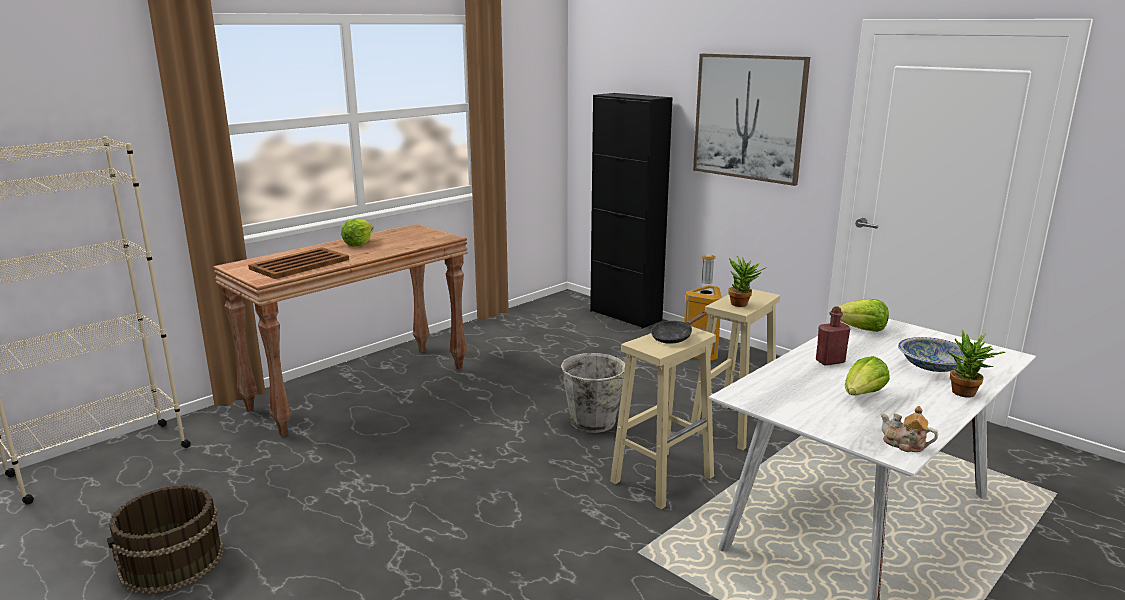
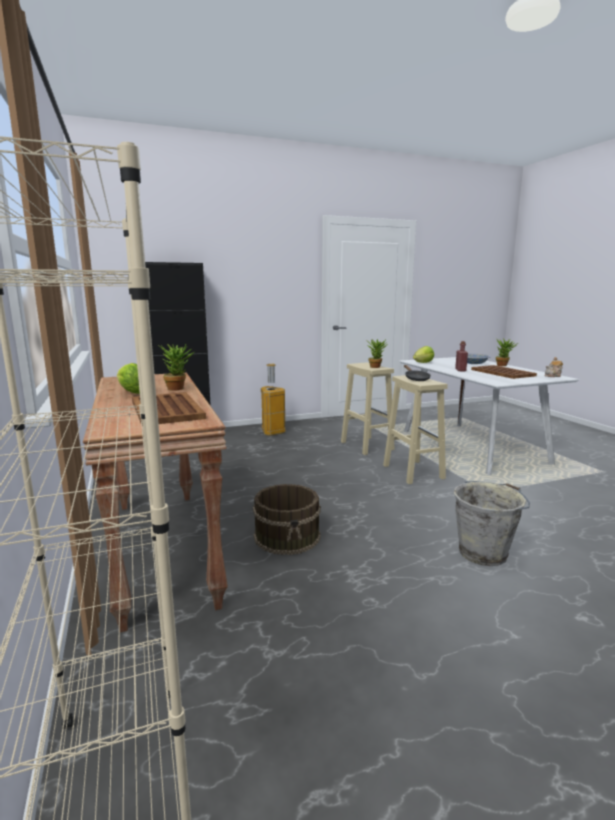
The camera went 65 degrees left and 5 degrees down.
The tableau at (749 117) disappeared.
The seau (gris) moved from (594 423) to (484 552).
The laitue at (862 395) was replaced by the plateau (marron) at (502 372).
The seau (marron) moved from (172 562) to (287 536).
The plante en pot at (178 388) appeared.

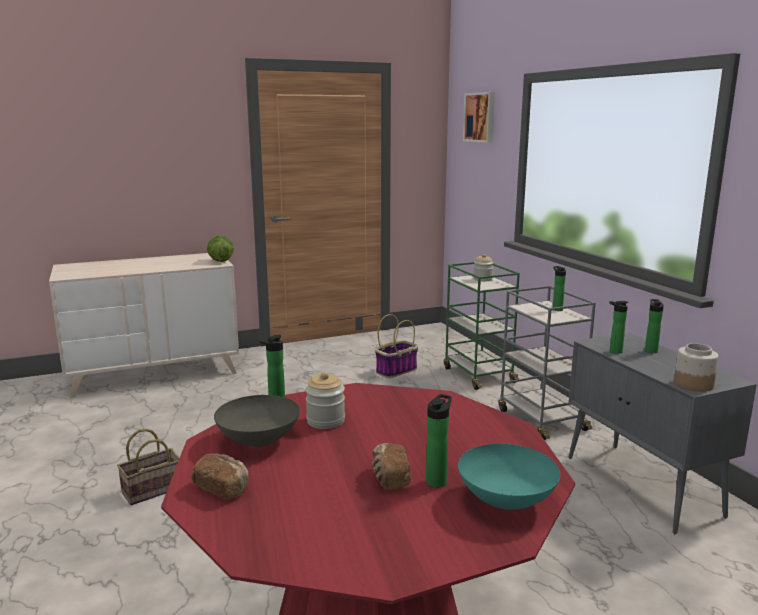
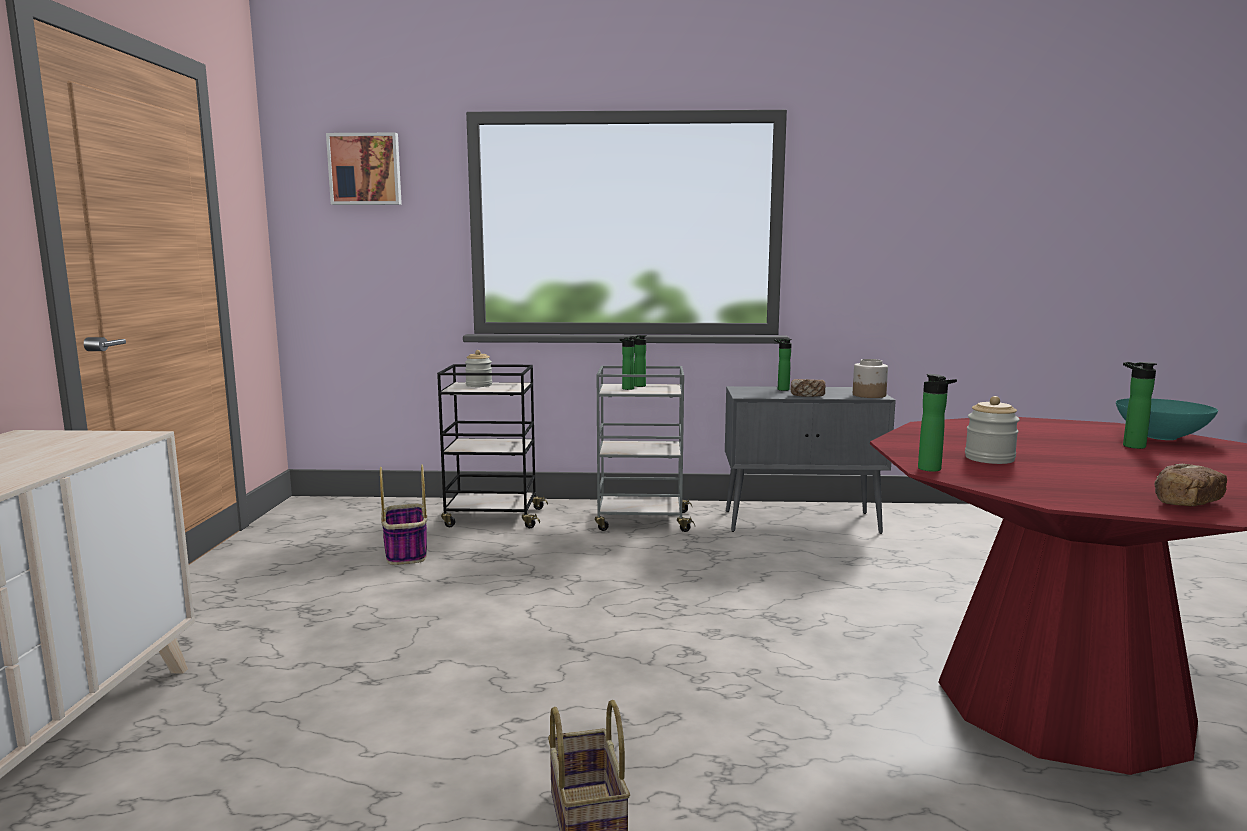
The camera went 65 degrees left and 5 degrees down.
The laitue at (220 261) disappeared.
The chariot (vert) at (478 375) became the chariot (noir) at (492 517).
The bouteille moved from (613 351) to (627 389).
The bol (gris) at (258 441) disappeared.
The pain moved from (389 478) to (807 396).

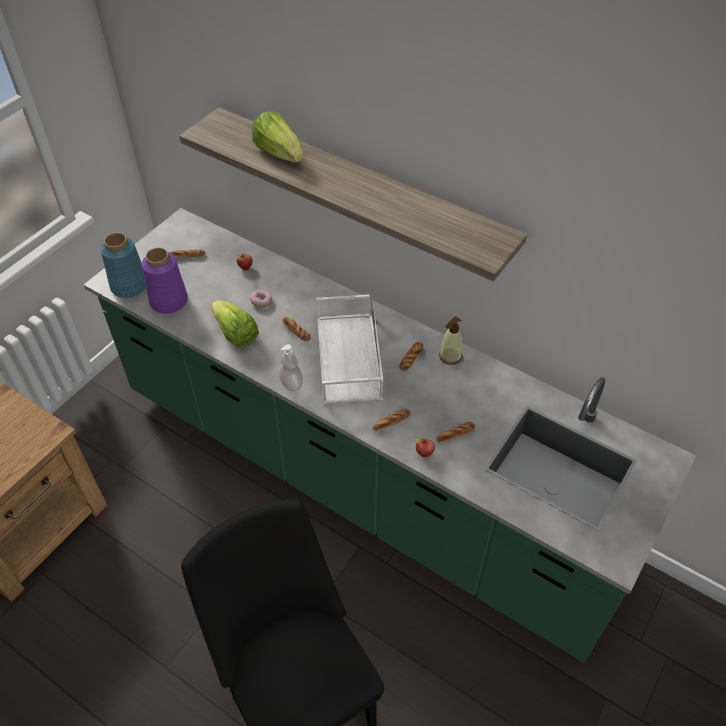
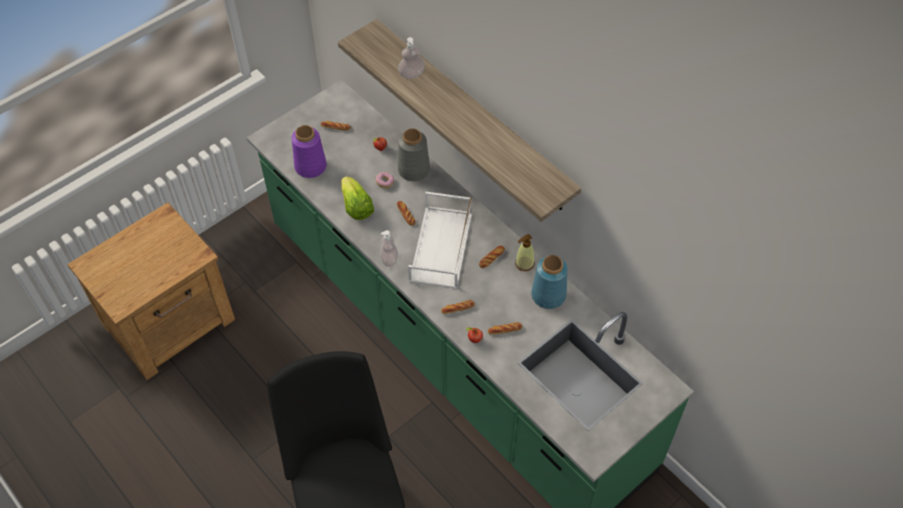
The camera went 15 degrees right and 5 degrees up.
The laitue at (279 153) was replaced by the distributeur de savon at (411 74).
The vase (bleu) moved from (129 285) to (548 294).
The vase (gris) at (413 169) appeared.

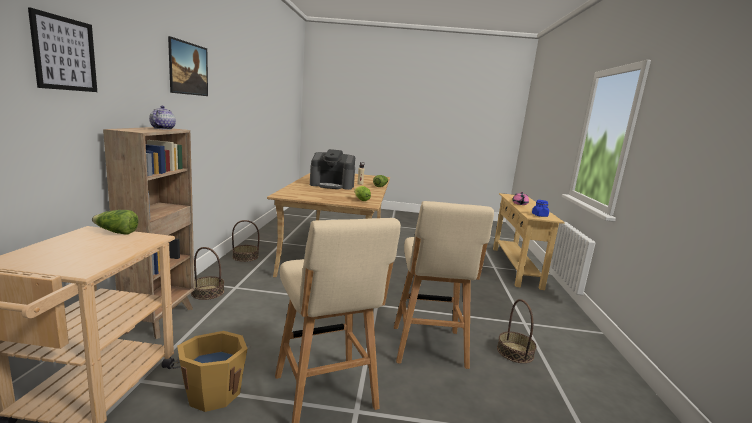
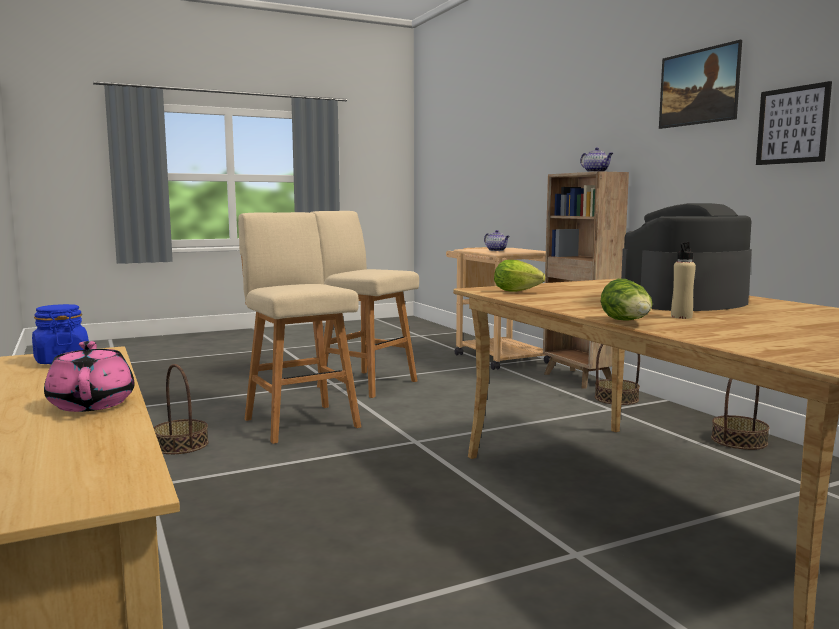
The camera went 150 degrees right and 5 degrees down.
The tableau moved from (65 54) to (792 125).
The laitue at (116 232) disappeared.
The seau (orange) at (213 392) disappeared.
The théière at (497 250) appeared.

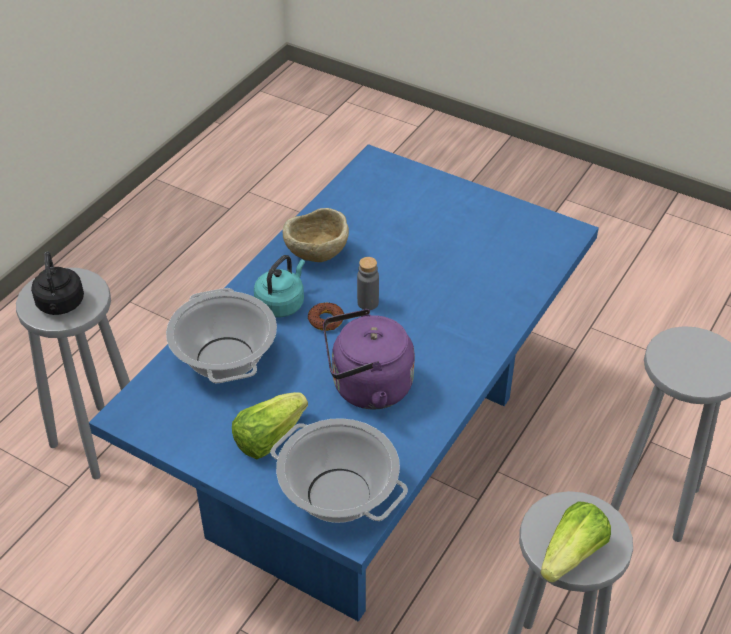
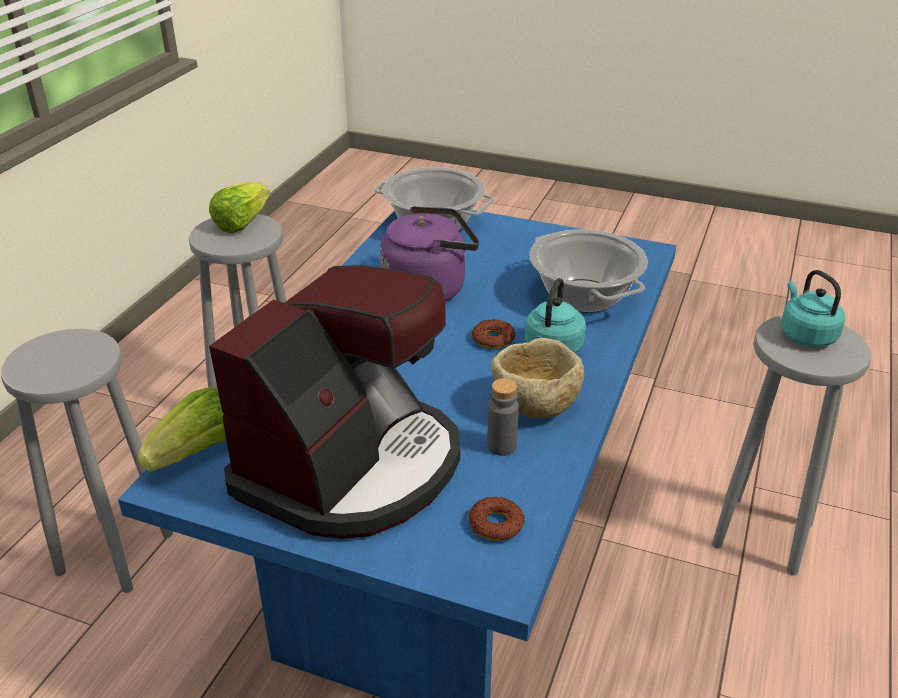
The camera went 170 degrees right and 10 degrees down.
The bouilloire (noir) at (60 305) became the bouilloire (turquoise) at (805 334).
The bouteille (gris) moved from (368 303) to (501 446).
The laitue moved from (269 437) to (196 452).
The machine à café at (352 467) appeared.
The beignet at (496 524) appeared.

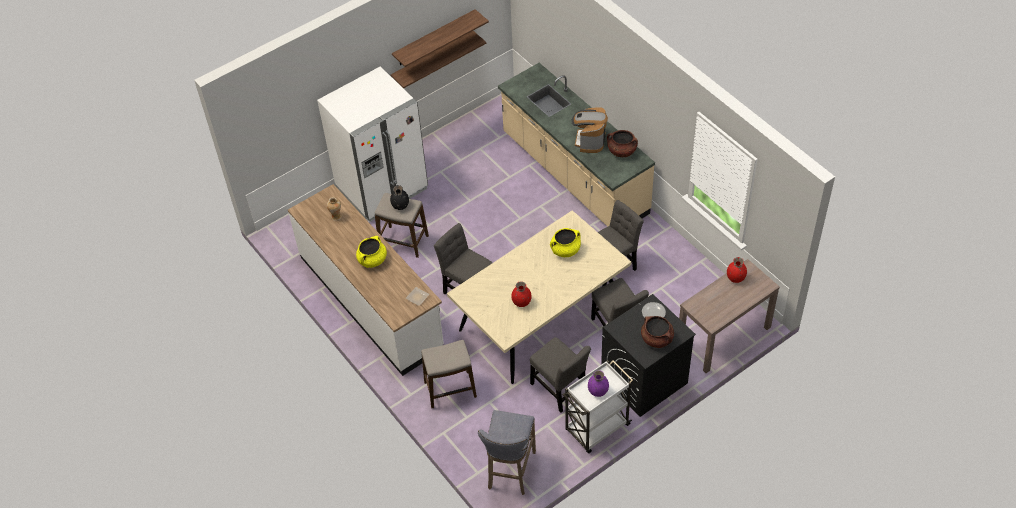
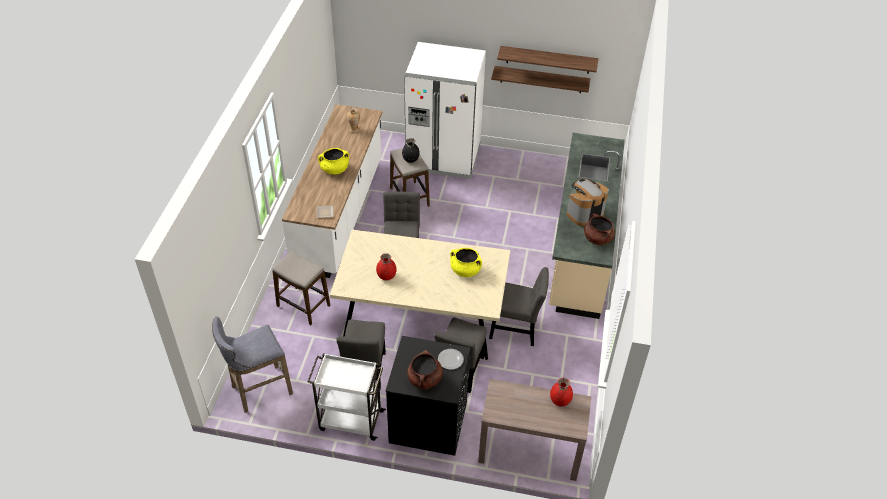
The camera went 45 degrees right and 5 degrees down.
The vase (violet) at (598 391) disappeared.

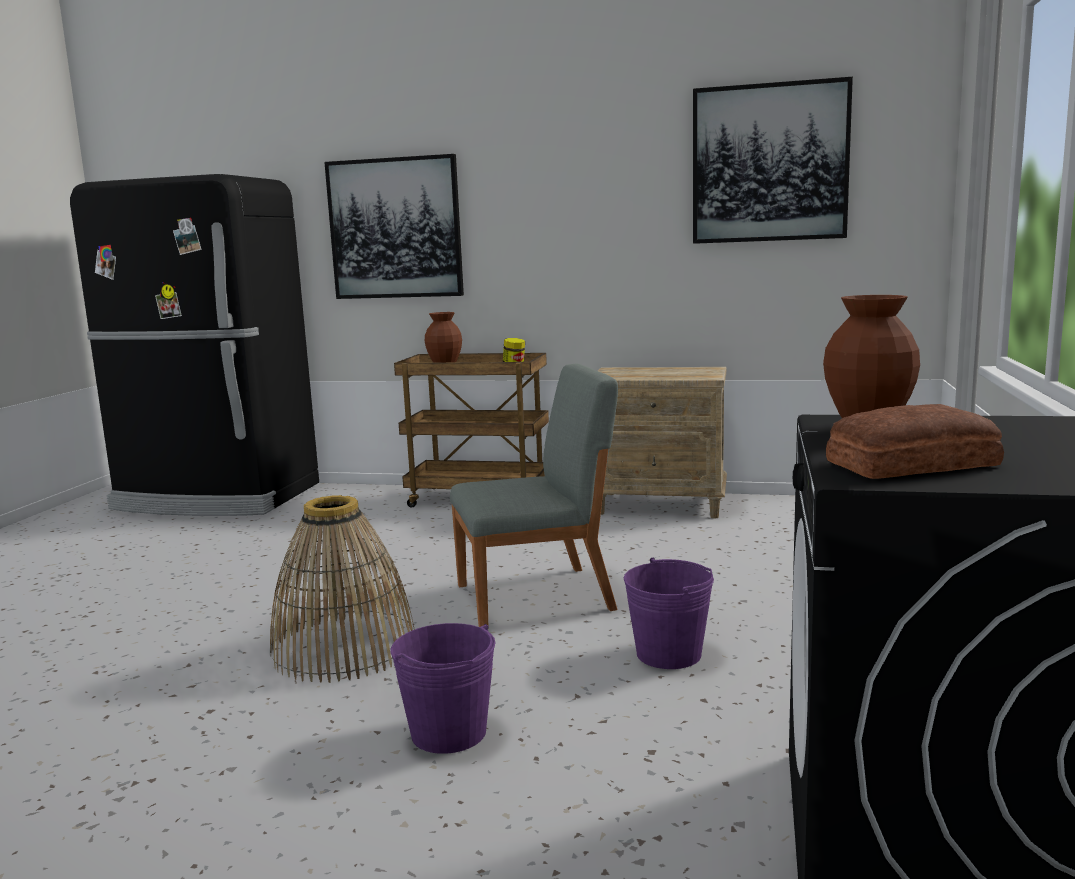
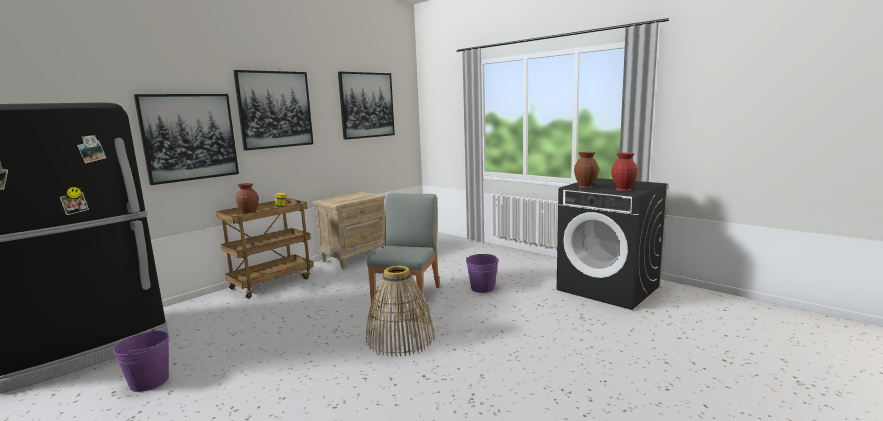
The camera went 60 degrees left and 0 degrees up.
The pain at (908 463) was replaced by the vase (rouge) at (623 189).
The seau (violet) moved from (449 732) to (149 381).
The tableau at (275 109) appeared.

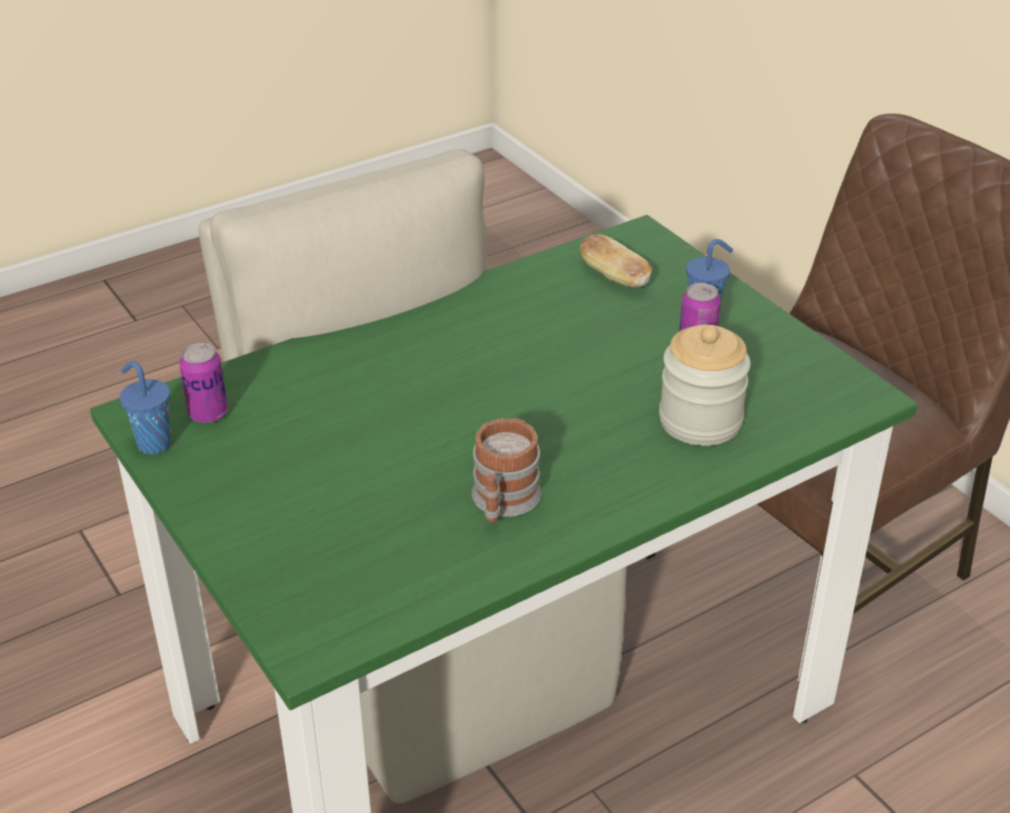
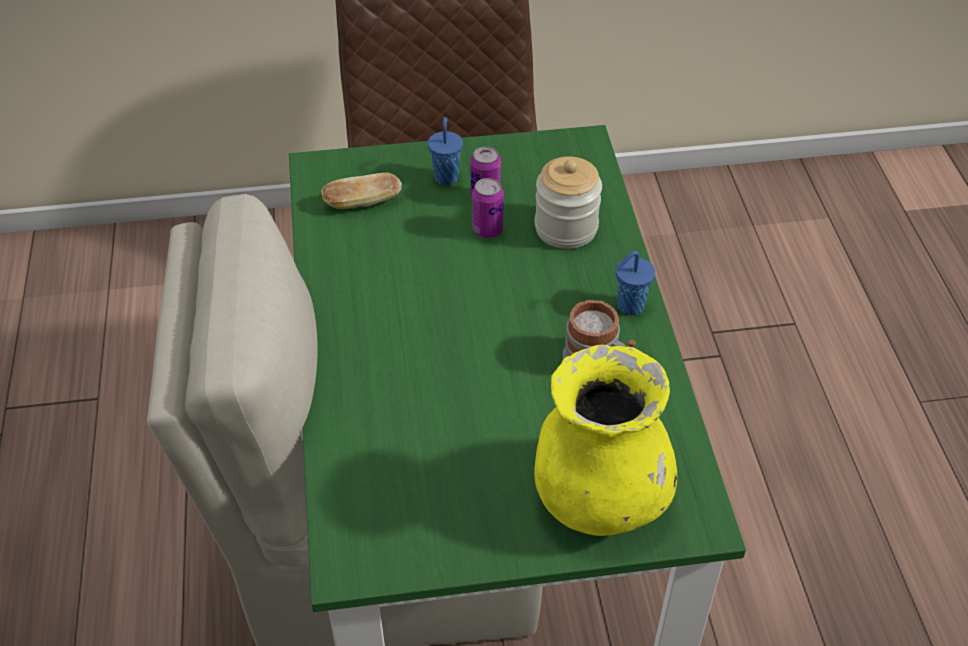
The camera went 65 degrees left and 10 degrees up.
The boîte métallique moved from (208 413) to (487 230).
The tasse (bleu) moved from (152 443) to (629 306).
The vase (jaune) at (599 497) appeared.

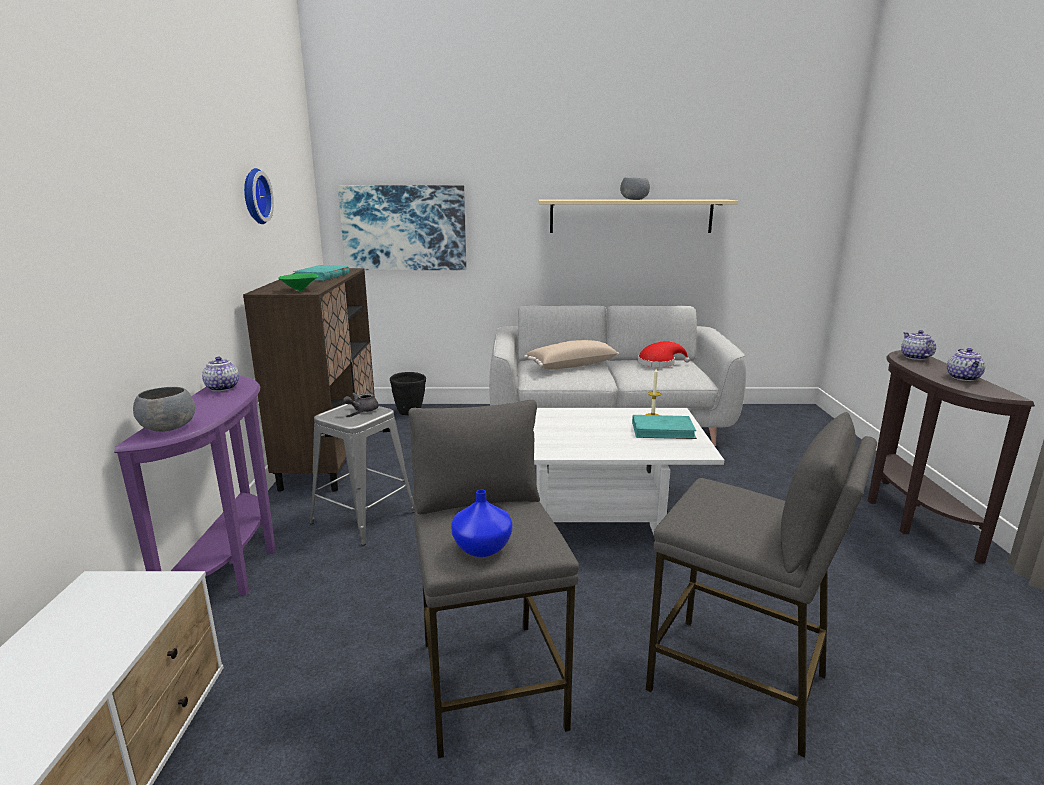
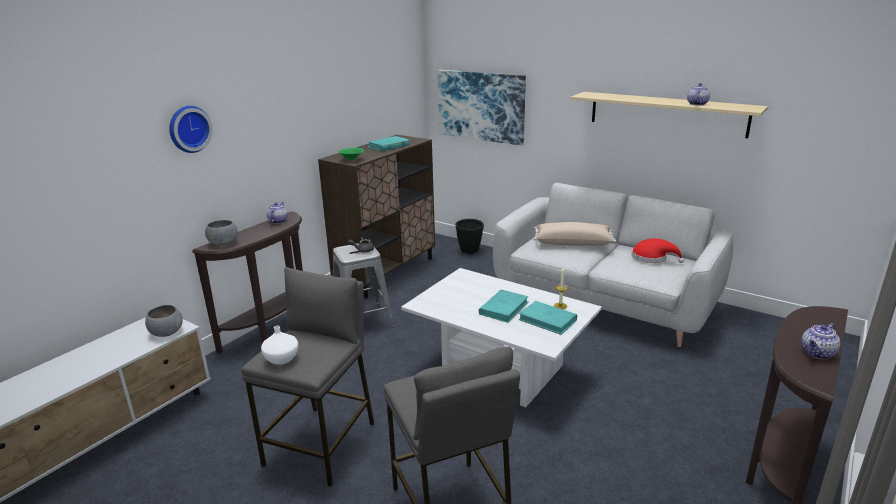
The camera went 35 degrees right and 5 degrees up.
The horloge murale moved from (254 196) to (188 129).
The bol (gris) moved from (634 199) to (166 333).
The théière moved from (914 357) to (697 104).
The table console (violet) at (235 570) became the table console (marron) at (273 331).
The vase (bleu) at (481 548) became the vase (blanc) at (281 359).
The livre (turquoise) at (504 308) appeared.

